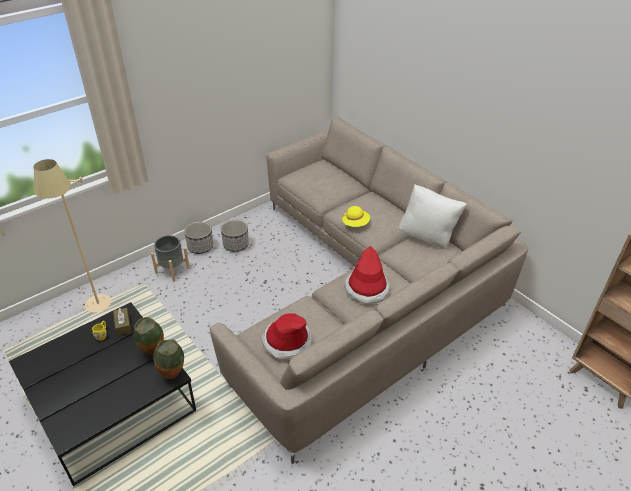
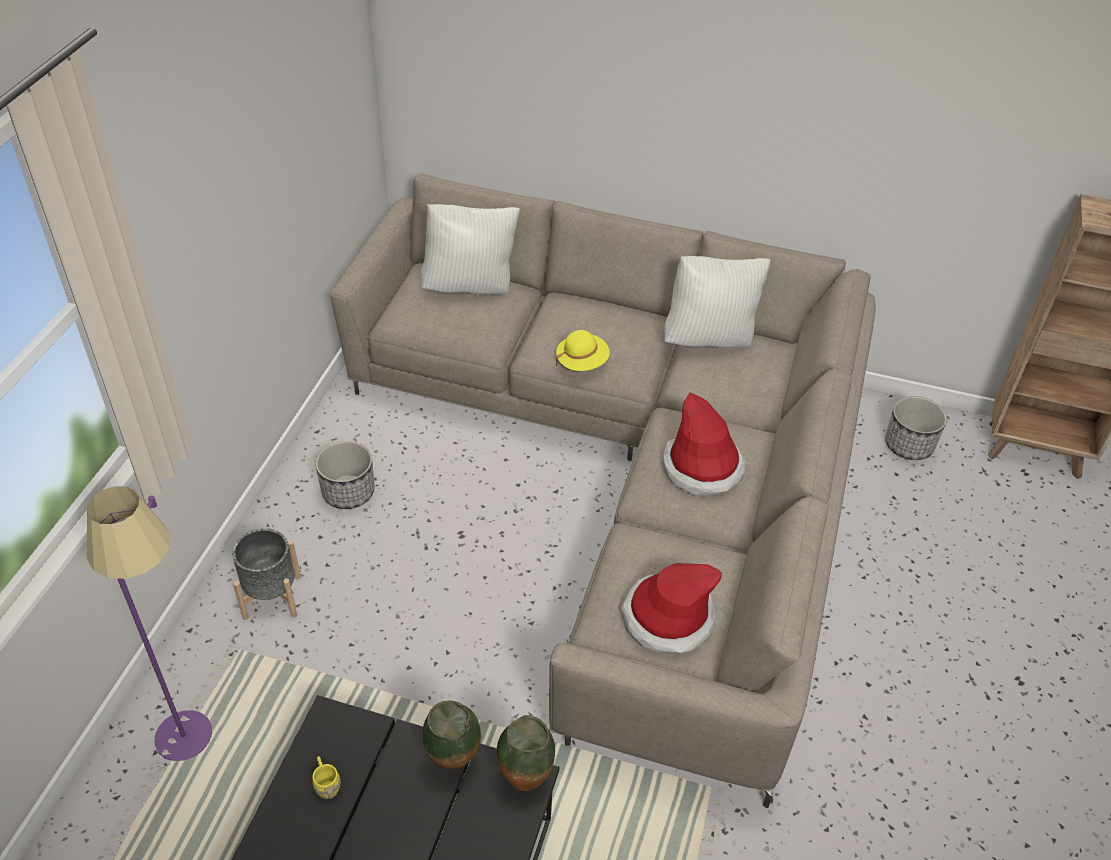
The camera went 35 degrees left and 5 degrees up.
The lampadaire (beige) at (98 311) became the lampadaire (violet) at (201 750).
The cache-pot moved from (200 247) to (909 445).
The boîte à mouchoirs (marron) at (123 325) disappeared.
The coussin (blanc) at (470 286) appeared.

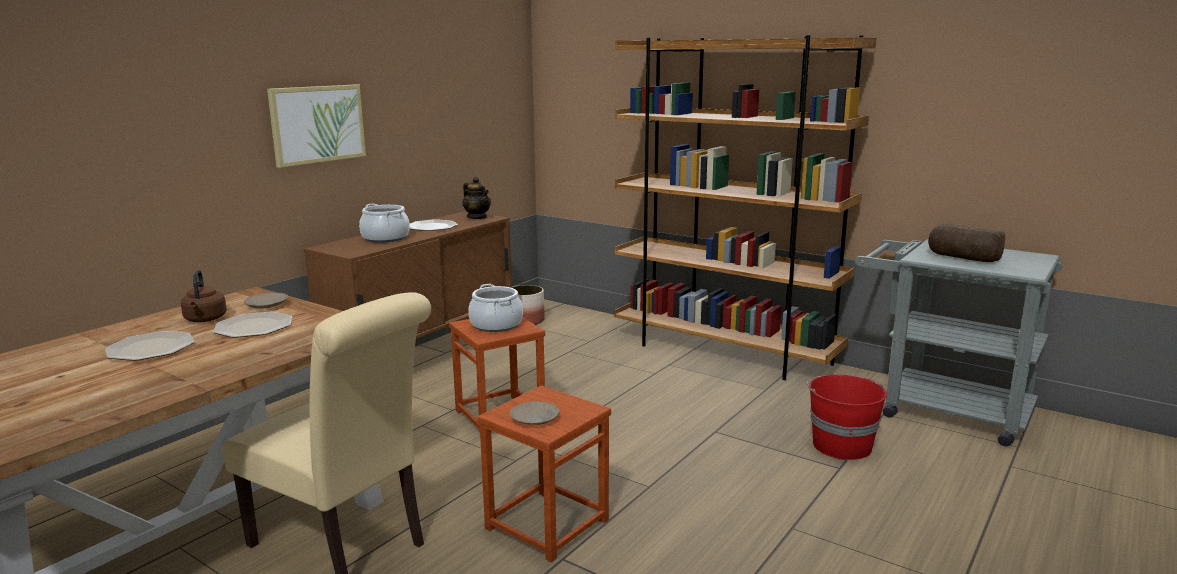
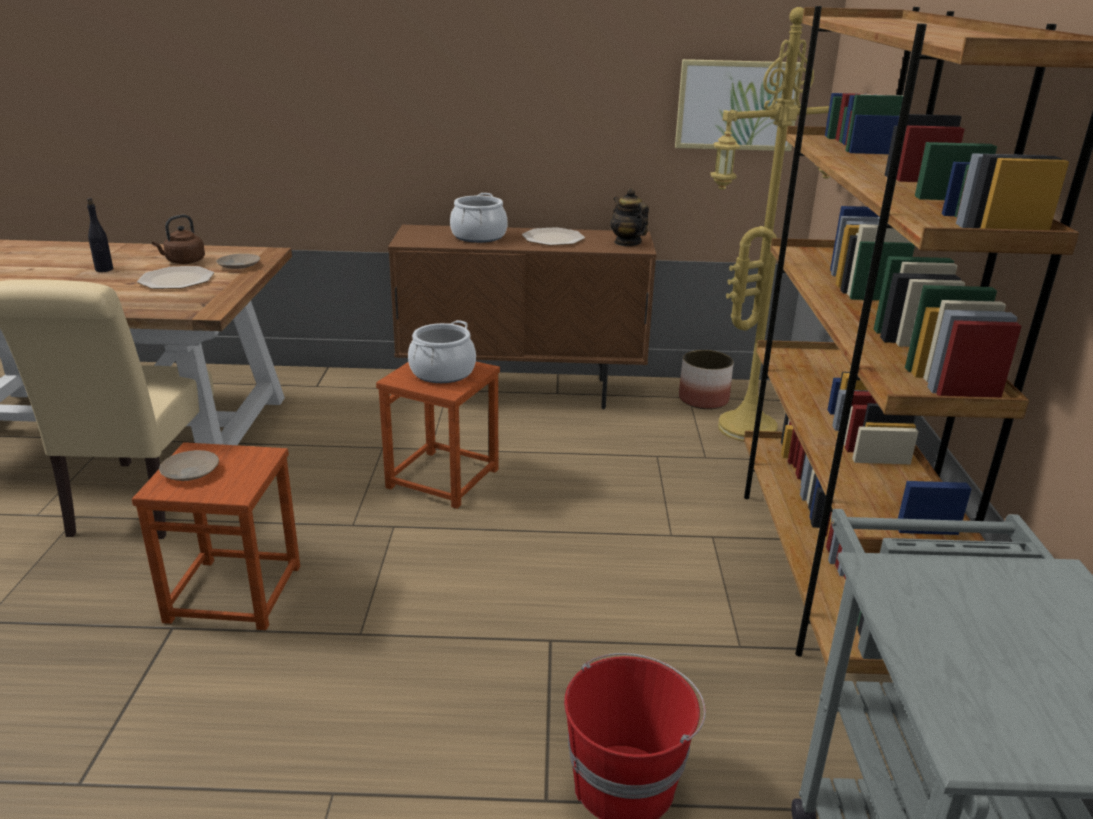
The camera went 55 degrees right and 10 degrees up.
The tableau moved from (317 124) to (737 105).
The théière at (477 217) turned 135 degrees clockwise.
The pain at (962 258) disappeared.
The assiette at (150 348) was replaced by the bouteille (noir) at (104 269).
The lampadaire (jaune) at (746 426) appeared.

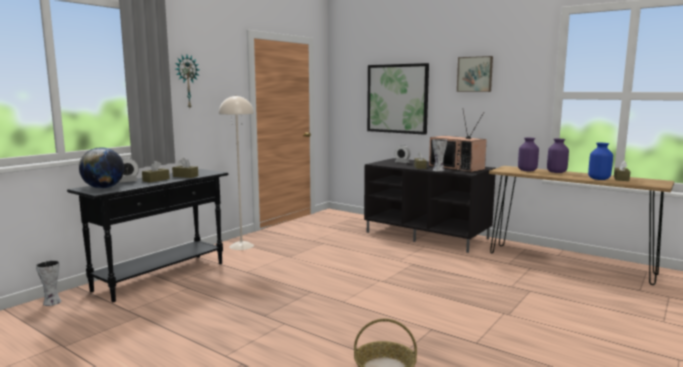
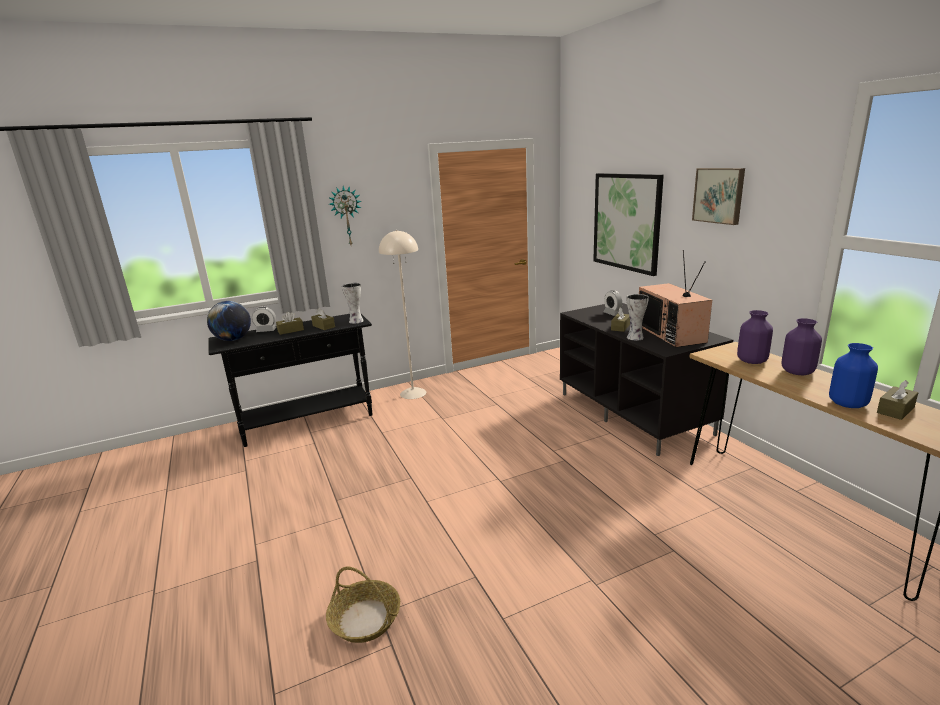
The camera went 30 degrees right and 10 degrees up.
The vase moved from (51 303) to (355 321).

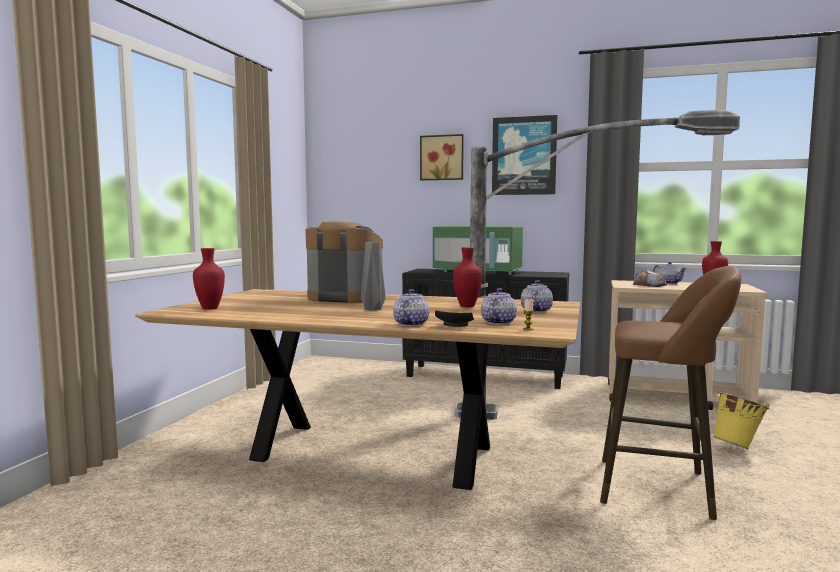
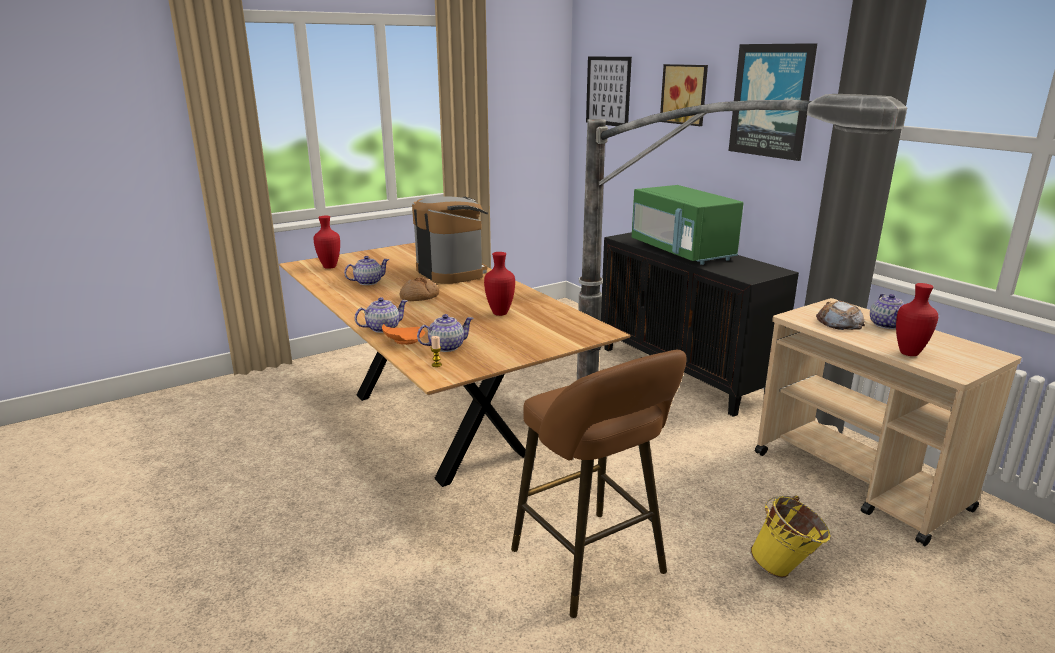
The camera went 40 degrees right and 15 degrees up.
The vase (gris) at (372 309) was replaced by the pain at (419 297).
The théière moved from (535 310) to (368 282).
The assiette (noir) at (454 325) became the assiette (orange) at (403 341).
The tableau at (608 91) appeared.

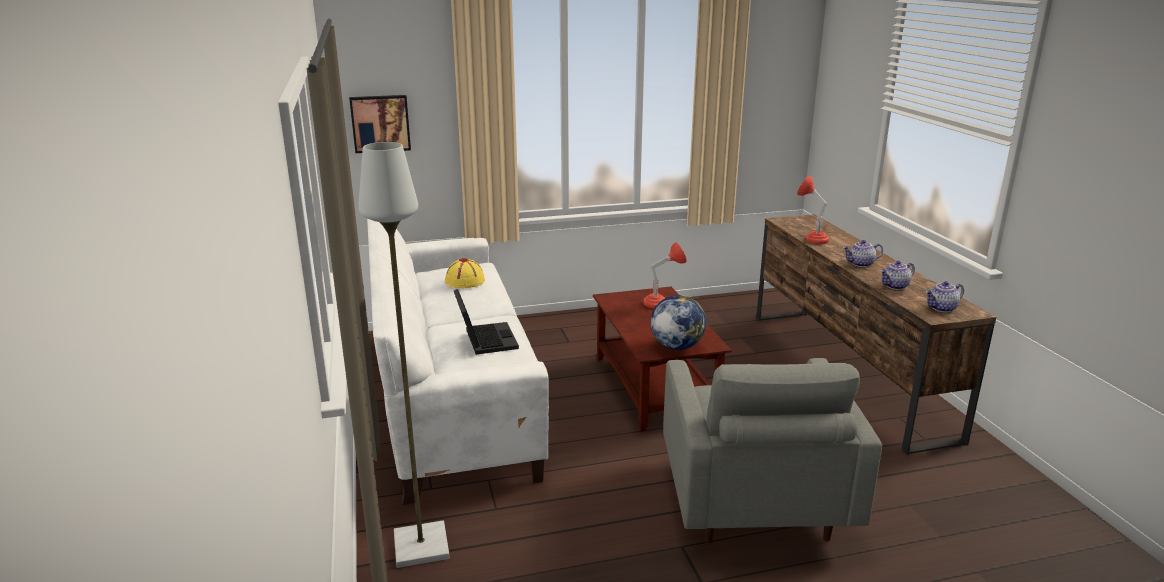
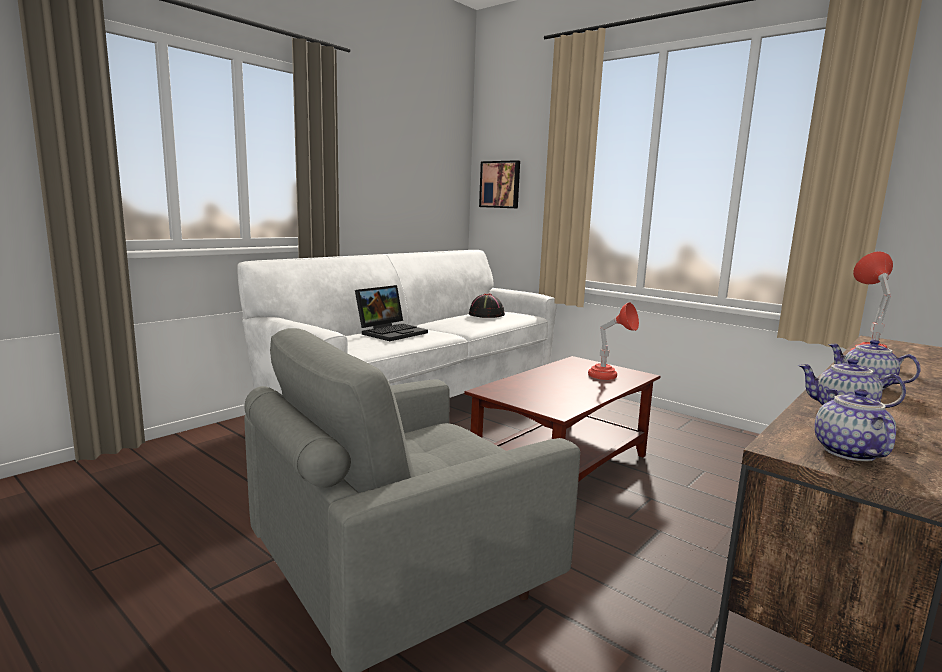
The camera went 55 degrees right and 10 degrees down.
The lampadaire (gris) at (420 545) disappeared.
The chapeau (jaune) at (465 281) became the chapeau (noir) at (486 315).
The théière at (942 308) turned 60 degrees clockwise.
The globe at (676 347) disappeared.

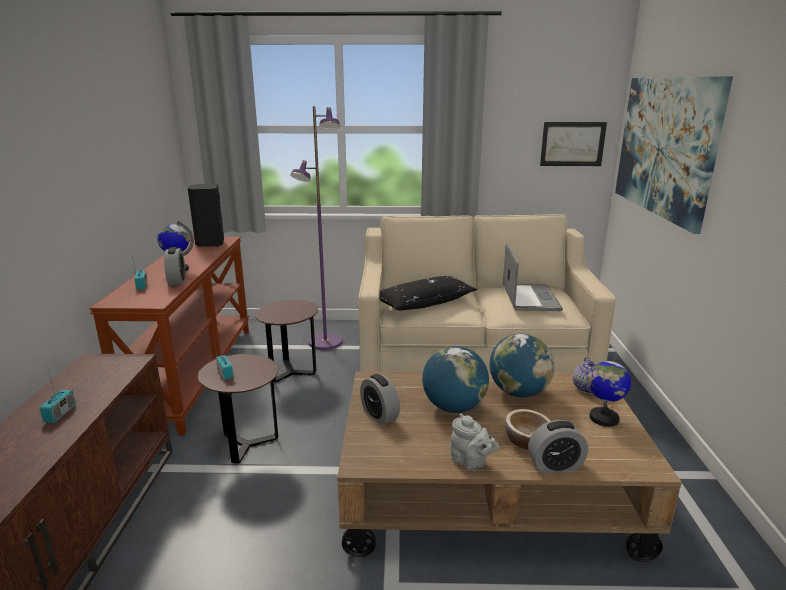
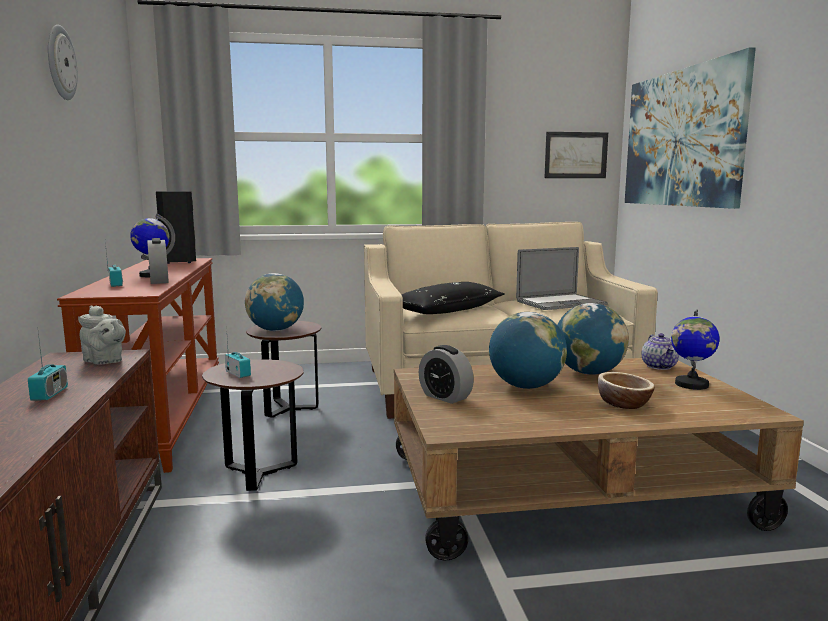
The camera went 10 degrees left and 10 degrees down.
The lampadaire (violet) at (325 342) disappeared.
The ordinateur portable at (530 298) turned 75 degrees clockwise.
The théière (gris) moved from (470 462) to (105 361).
The réveil at (555 466) disappeared.
The horloge murale at (60 63) appeared.
The globe at (276 330) appeared.

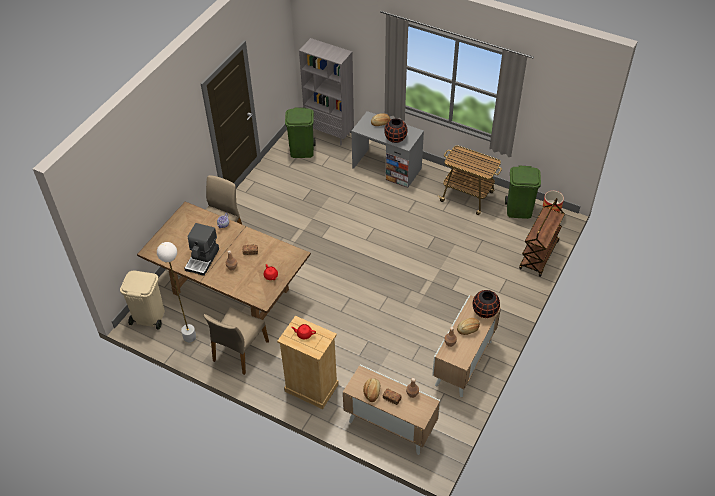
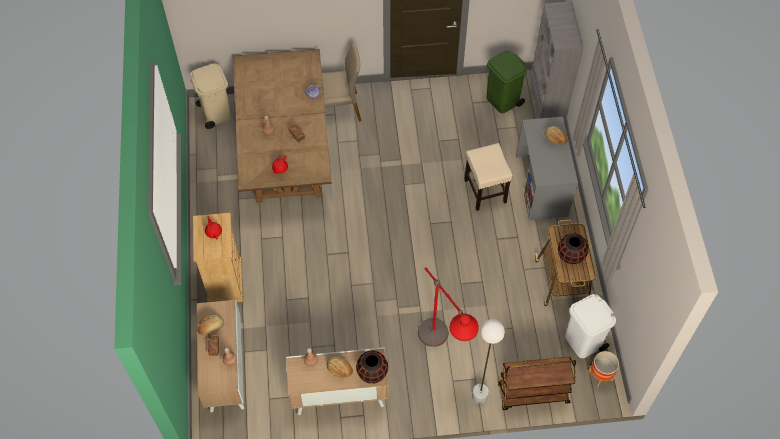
The camera went 55 degrees right and 10 degrees up.
The vase (noir) moved from (395 138) to (571 255).
The poubelle (vert) at (519 210) became the poubelle (blanc) at (583 341).
The machine à café at (203 259) disappeared.
The lampadaire (blanc) moved from (189 337) to (479 396).
The chaise (beige) at (239 351) disappeared.
The tabouret (beige) at (484 190) appeared.
The lampadaire (rouge) at (442 351) appeared.

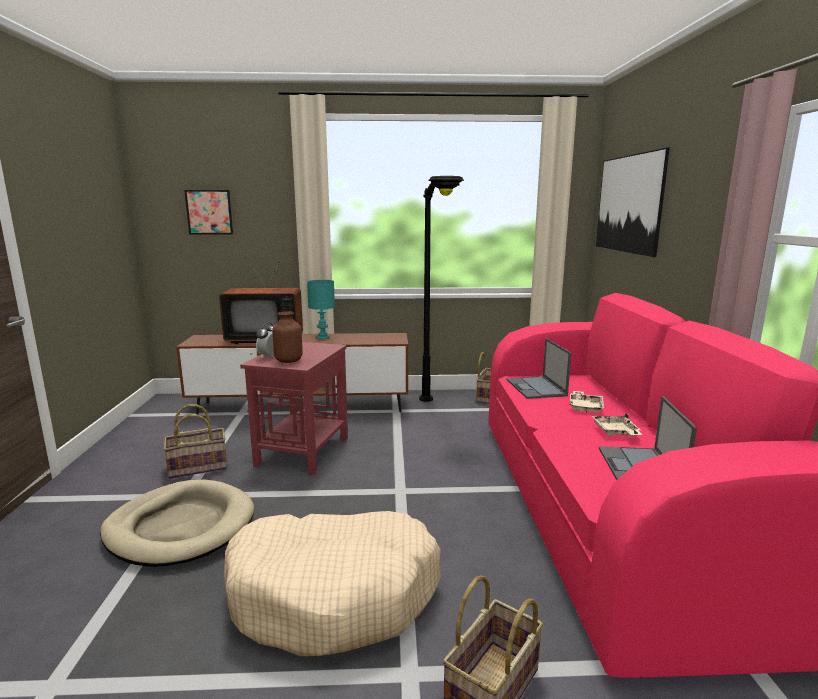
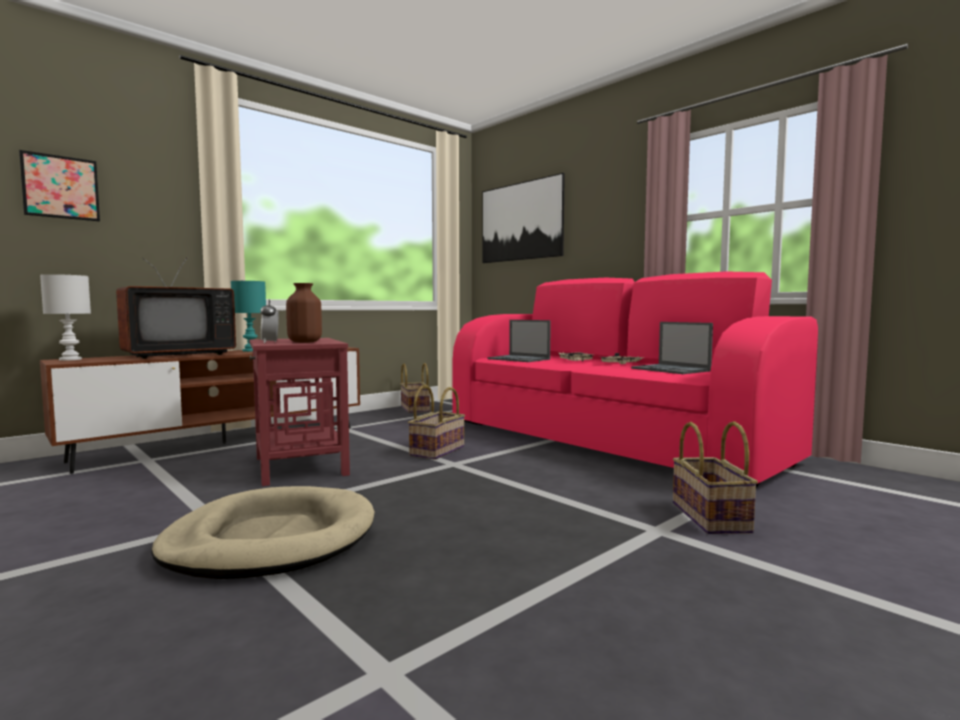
The camera went 40 degrees left and 10 degrees down.
The lampadaire (noir) at (436 416) disappeared.
The panier moved from (198 467) to (437 451).
The panier pour chien (beige) at (334 593) disappeared.
The lampe de table (blanc) at (70 359) appeared.

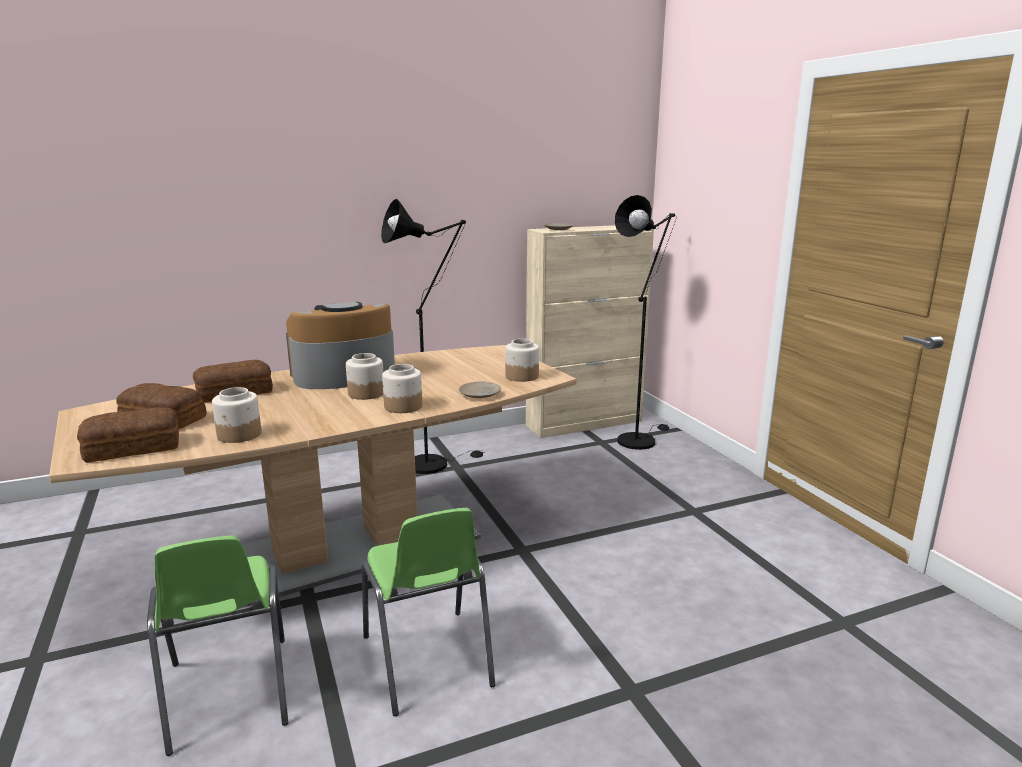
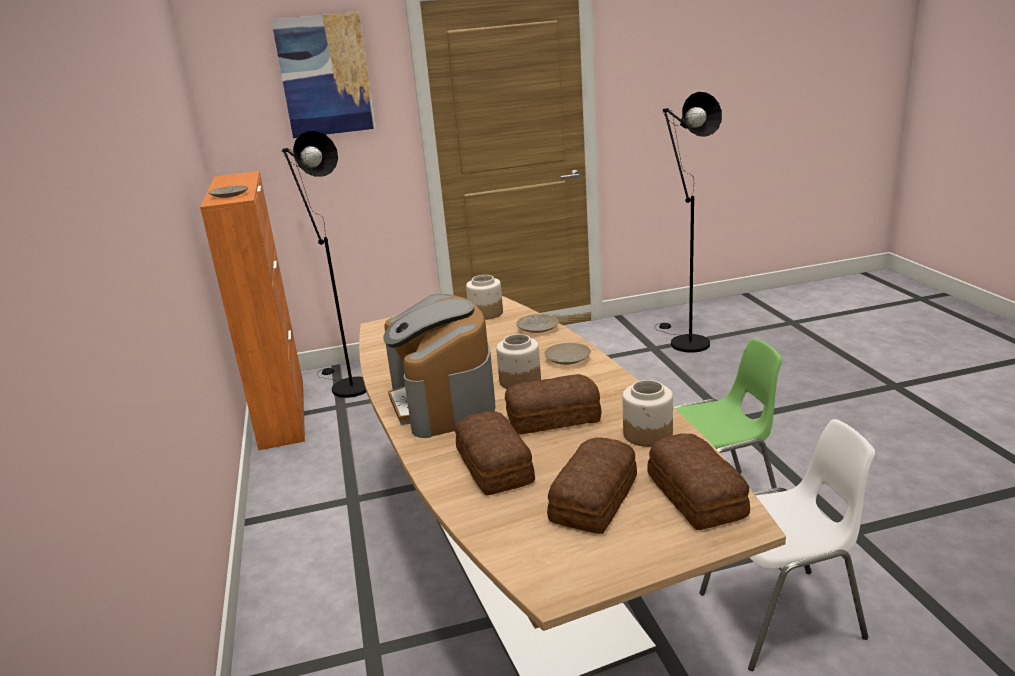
The camera went 80 degrees left and 5 degrees up.
The lampadaire (noir) moved from (434 462) to (684 341).
The meuble de rangement (beige) at (584 423) became the meuble de rangement (orange) at (282 412).
The bocal at (403 407) was replaced by the assiette (beige) at (567 359).
The chaise (vert) at (228 694) became the chaise (blanc) at (783 617).
The tableau at (325 75) appeared.
The pain at (551 417) appeared.

